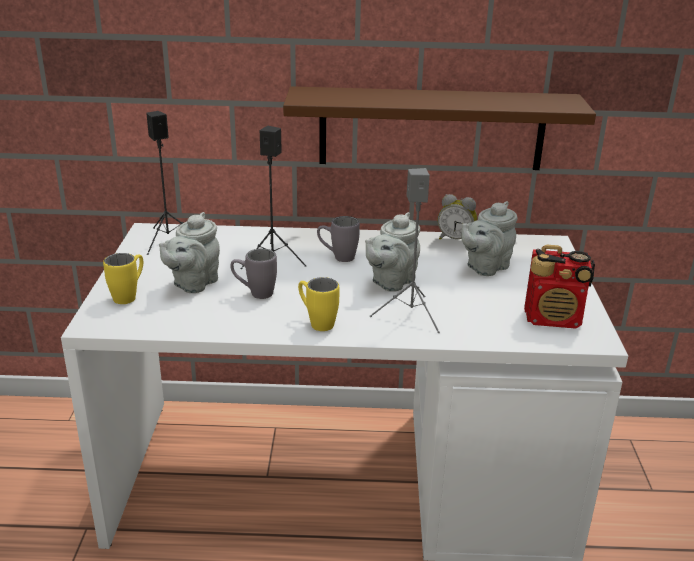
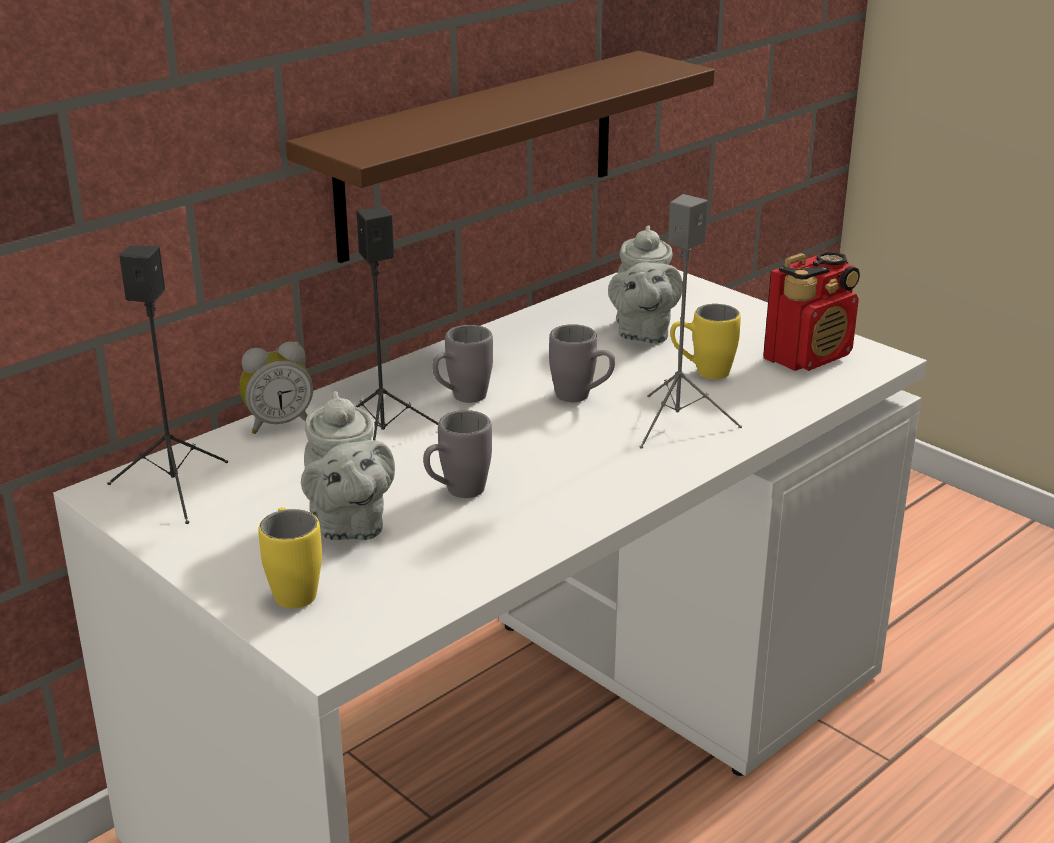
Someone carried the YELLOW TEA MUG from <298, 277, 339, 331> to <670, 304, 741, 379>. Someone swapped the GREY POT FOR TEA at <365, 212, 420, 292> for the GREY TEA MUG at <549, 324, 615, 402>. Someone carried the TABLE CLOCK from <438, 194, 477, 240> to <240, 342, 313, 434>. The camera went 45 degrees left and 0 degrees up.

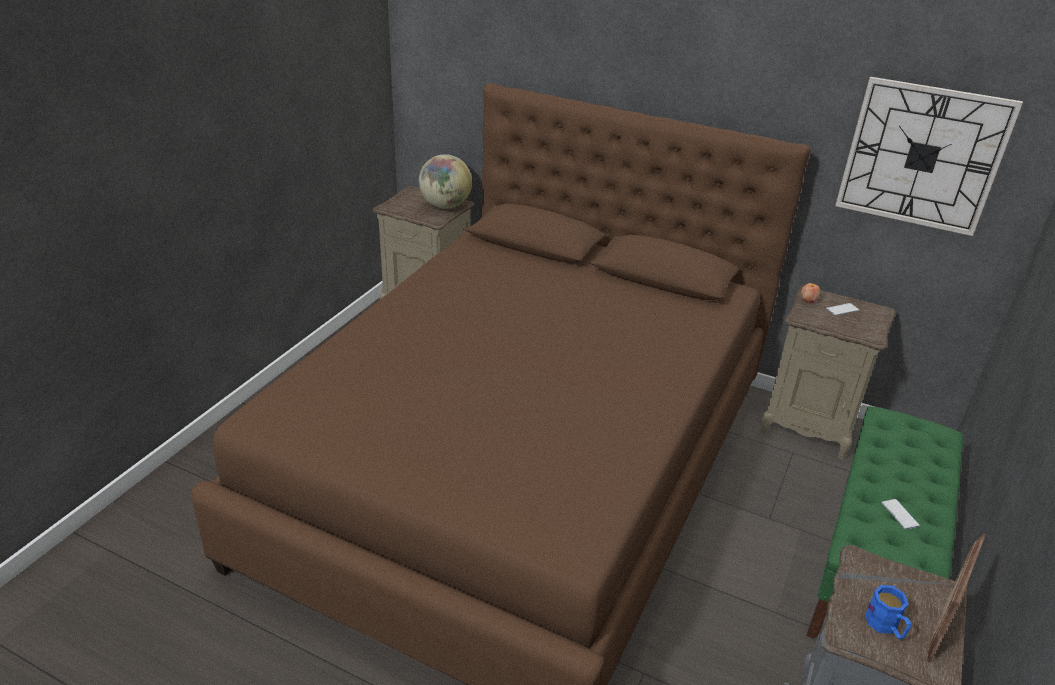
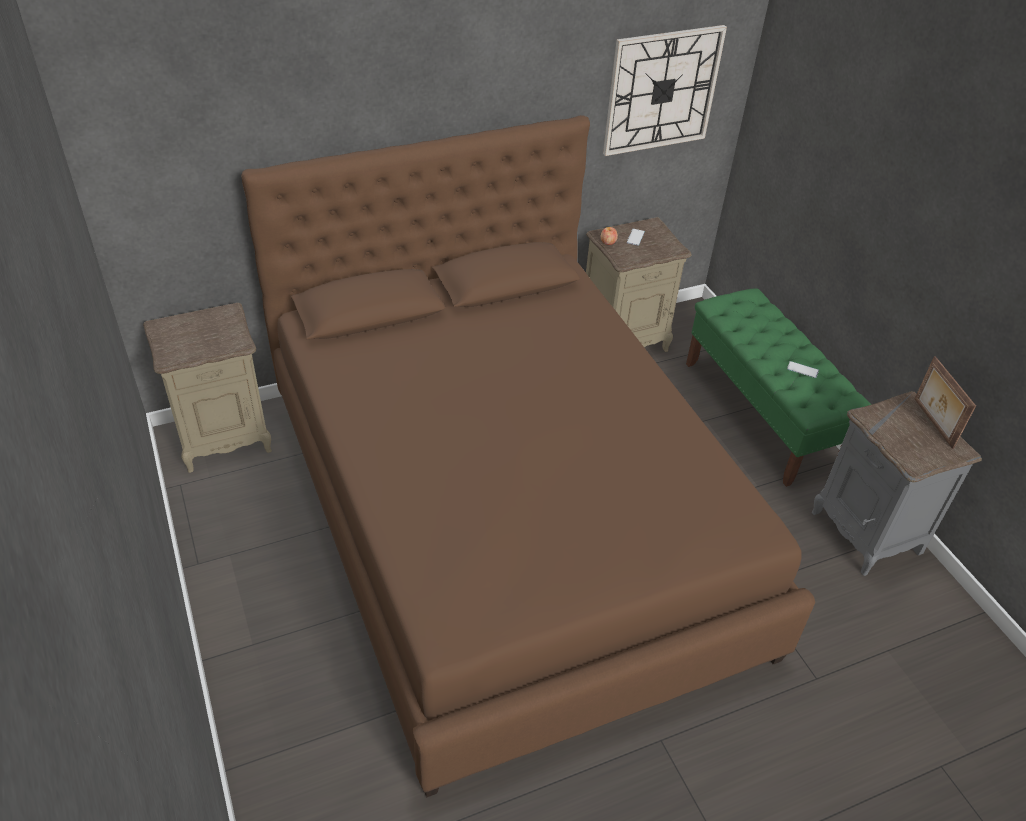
Someone took away the DESK GLOBE at <419, 154, 472, 209>. Someone took away the BLUISH TEA MUG at <865, 585, 911, 639>. The camera went 50 degrees left and 10 degrees up.

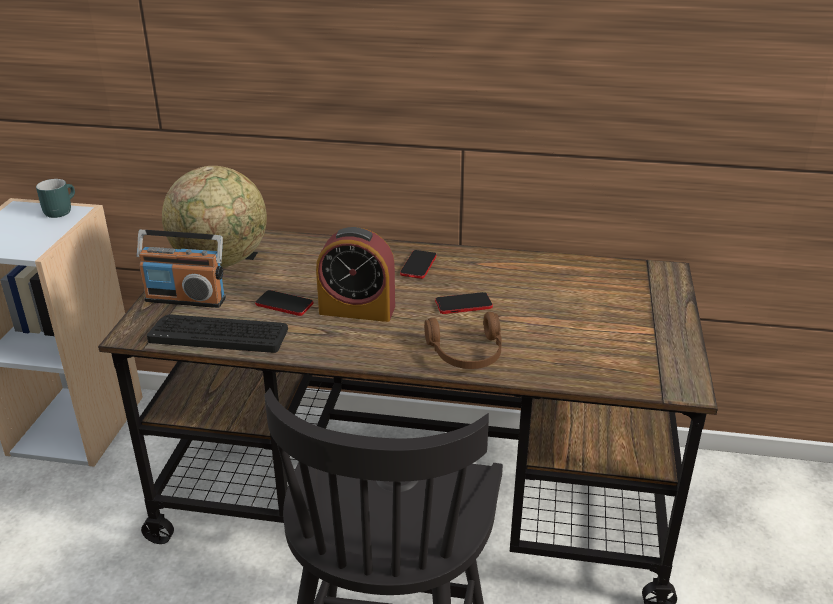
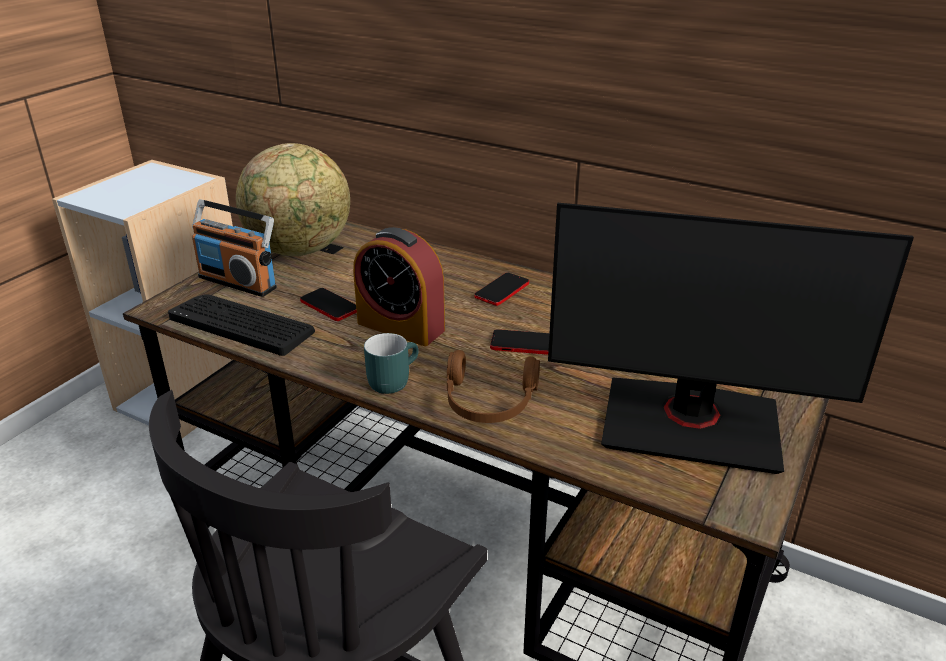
Someone carried the TURQUOISE-COLOURED TEA MUG from <36, 179, 75, 218> to <364, 333, 419, 394>. Someone put down the COMPUTER SCREEN at <548, 203, 914, 474>. The camera went 20 degrees right and 0 degrees up.

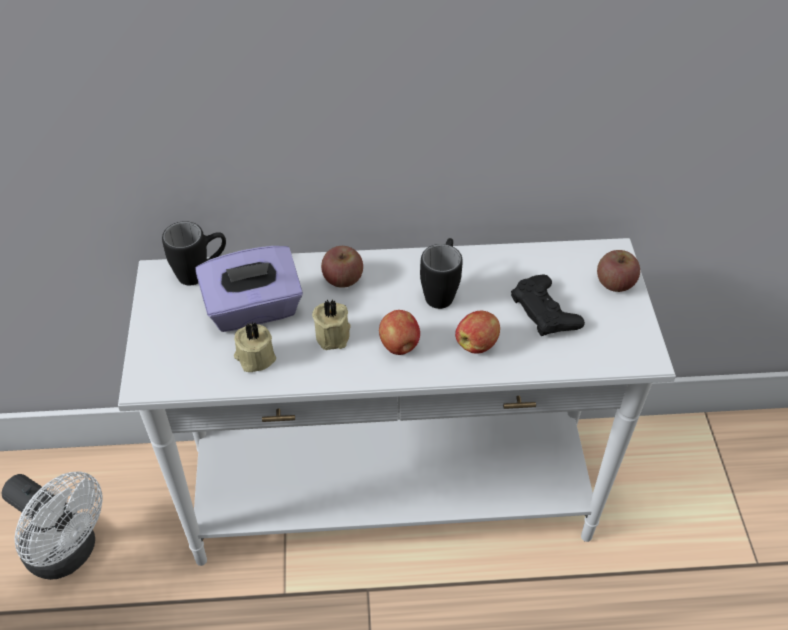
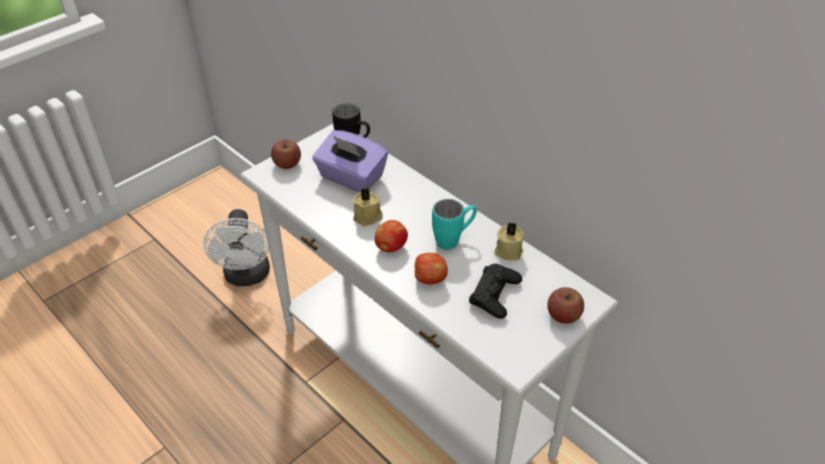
Someone carried the BEIGE-COLOURED CANDLE from <234, 322, 276, 372> to <494, 222, 524, 261>. Someone carried the APPLE from <321, 246, 363, 288> to <271, 140, 301, 169>. Someone repainted the BLACK TEA MUG at <420, 238, 463, 309>, which became the TURQUOISE-COLOURED TEA MUG at <432, 199, 477, 250>. The camera went 50 degrees right and 5 degrees down.

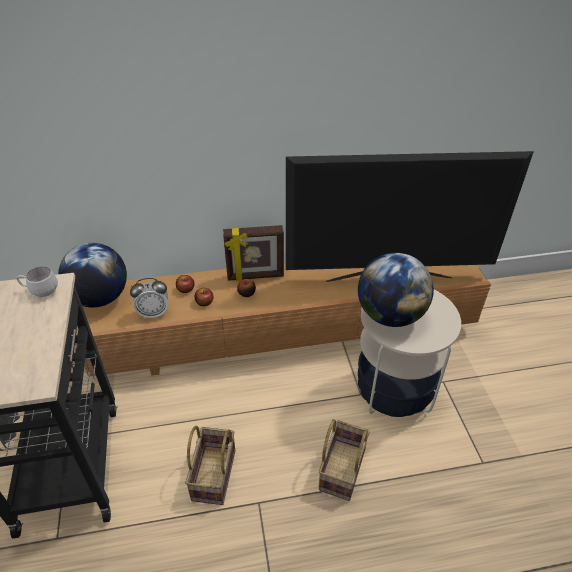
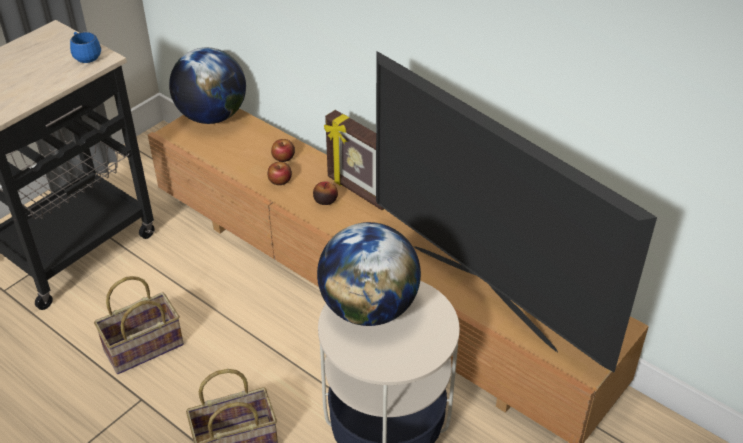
Someone repainted the WHITE-COLOURED TEA MUG at <16, 266, 58, 297>, which became the BLUISH TEA MUG at <70, 32, 101, 63>. Someone took away the TABLE CLOCK at <130, 278, 168, 319>. The camera went 50 degrees right and 0 degrees up.

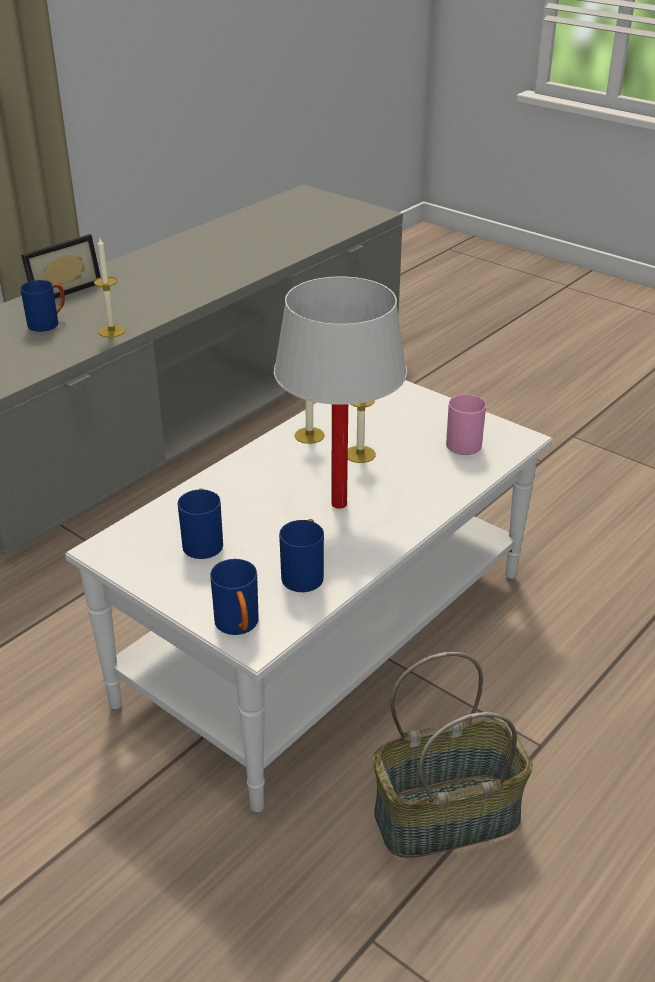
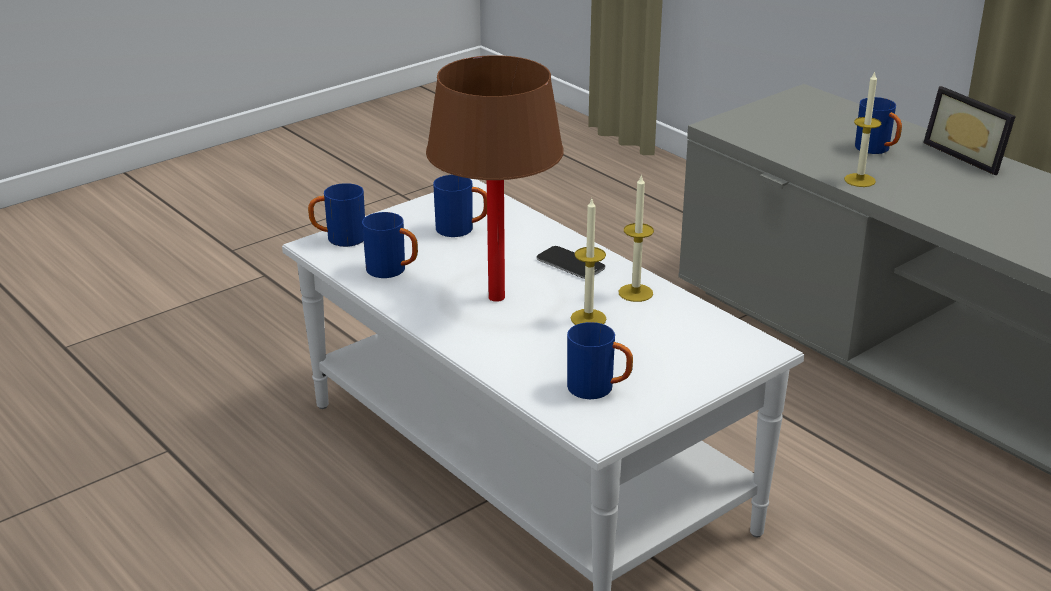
Someone repainted the WHITE-COLOURED TABLETOP LAMP at <274, 276, 407, 509>, which became the BROWN TABLETOP LAMP at <426, 55, 564, 302>. Someone took away the STORAGE BASKET at <373, 652, 533, 858>. Someone repainted the PINK-COLOURED TEA MUG at <446, 394, 486, 455>, which became the BLUISH TEA MUG at <567, 322, 633, 399>. Someone put down the PHONE at <536, 246, 605, 279>. The camera went 100 degrees right and 5 degrees down.

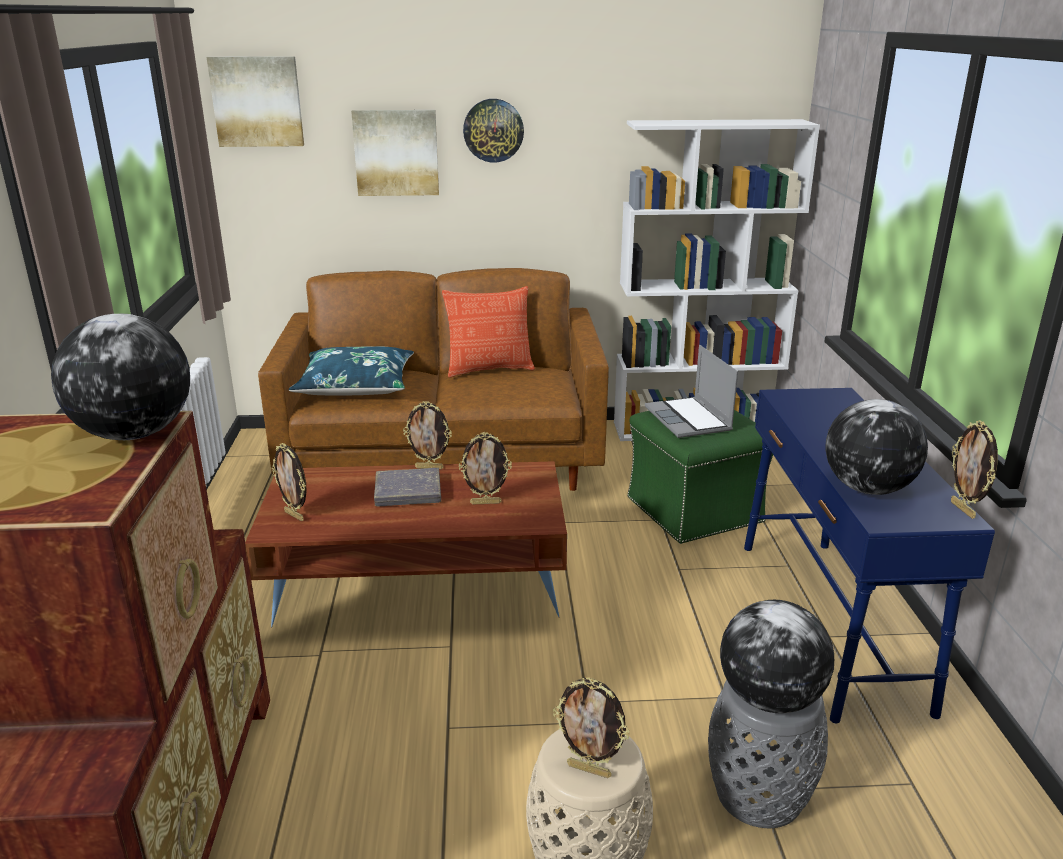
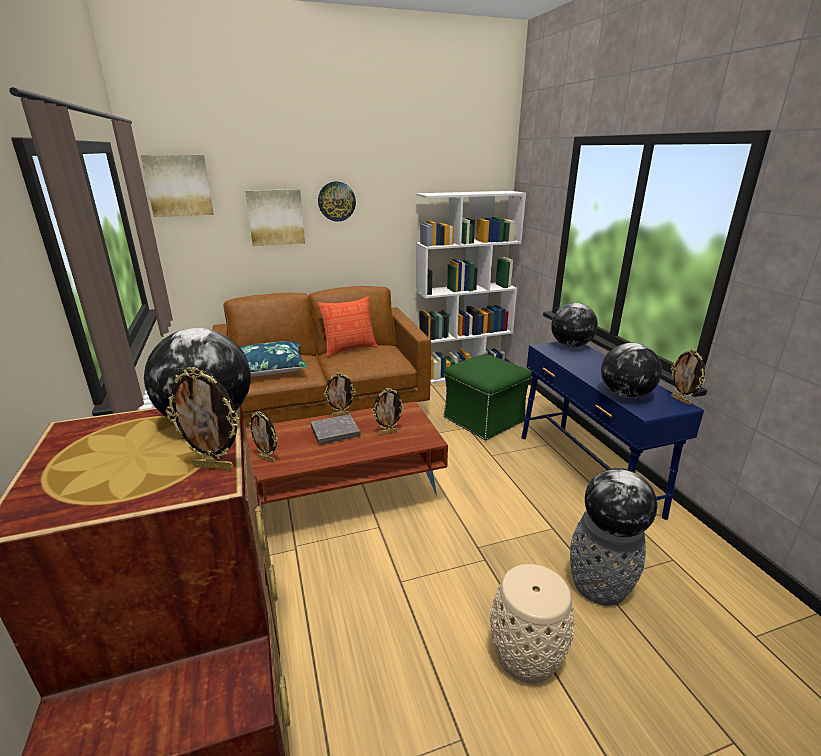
Someone carried the STANDING FRAME from <553, 677, 630, 778> to <166, 367, 239, 470>. Someone took away the NOTEBOOK COMPUTER at <645, 345, 738, 438>. Someone put down the DESK GLOBE at <551, 303, 598, 347>. The camera went 15 degrees left and 0 degrees up.

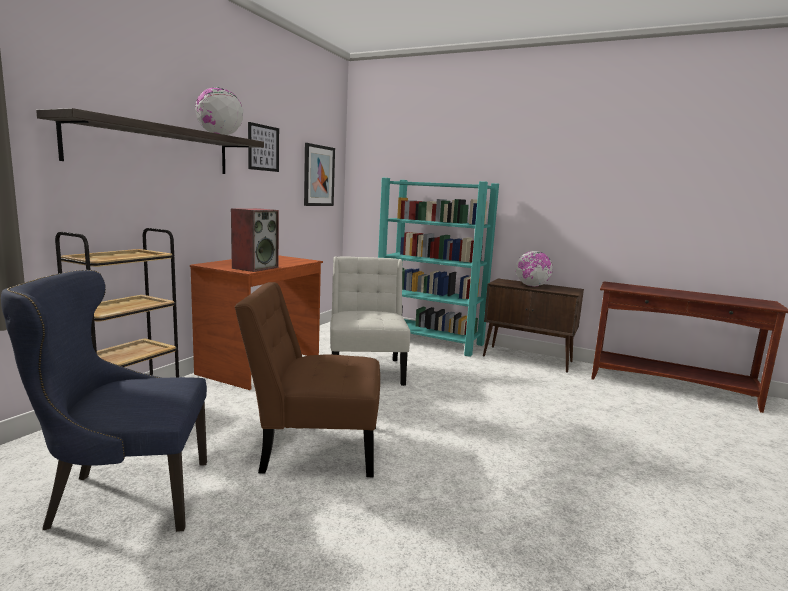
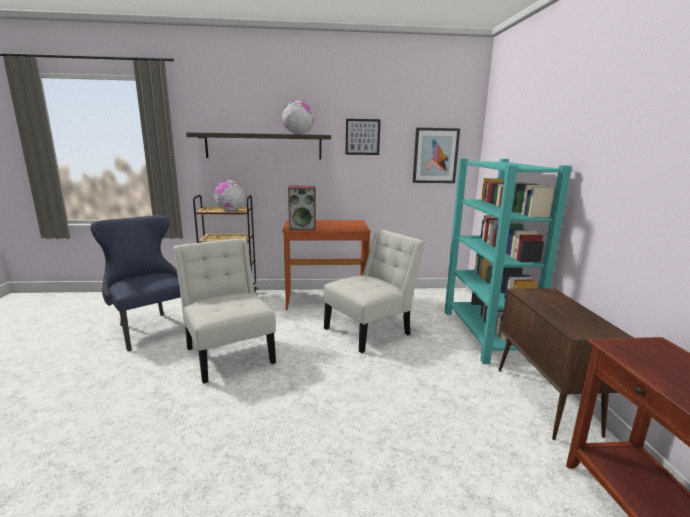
Someone repainted the BROWN CHAIR at <234, 282, 380, 477>, which became the WHITE-COLOURED CHAIR at <174, 238, 276, 384>. Someone carried the DESK GLOBE from <515, 251, 553, 287> to <214, 181, 245, 211>. The camera went 60 degrees right and 5 degrees up.

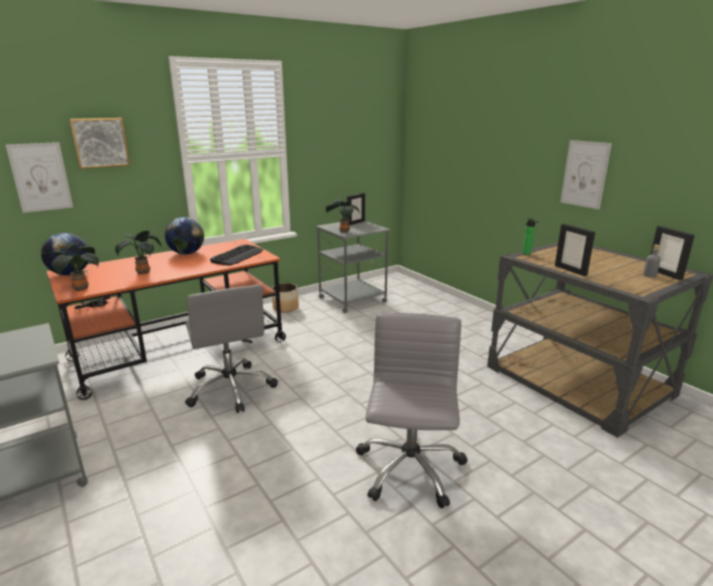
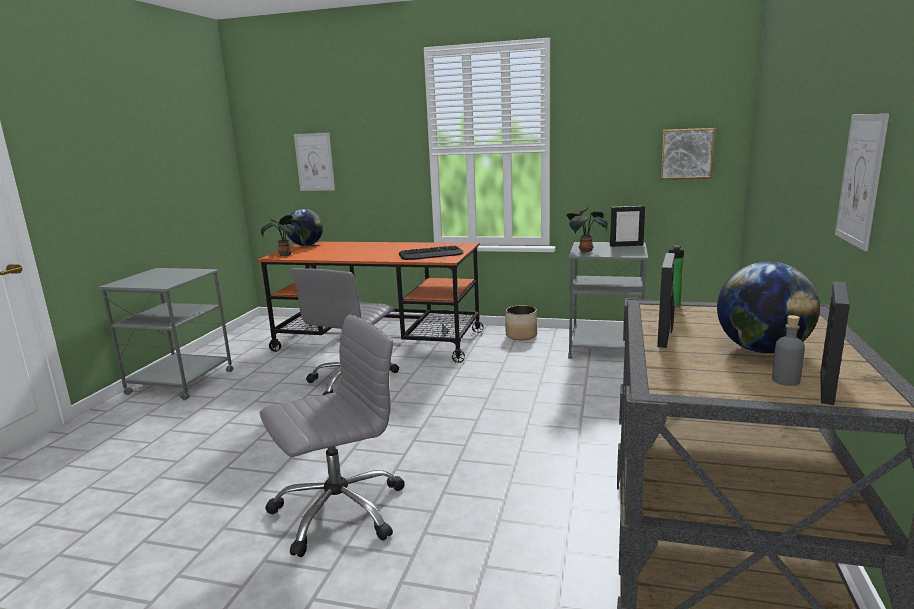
Someone carried the WALL ART from <69, 118, 130, 169> to <660, 128, 716, 179>. Someone took away the PLANT IN A POT at <115, 230, 162, 275>. Someone carried the DESK GLOBE from <165, 217, 204, 255> to <717, 262, 820, 353>. The camera went 50 degrees right and 5 degrees down.

